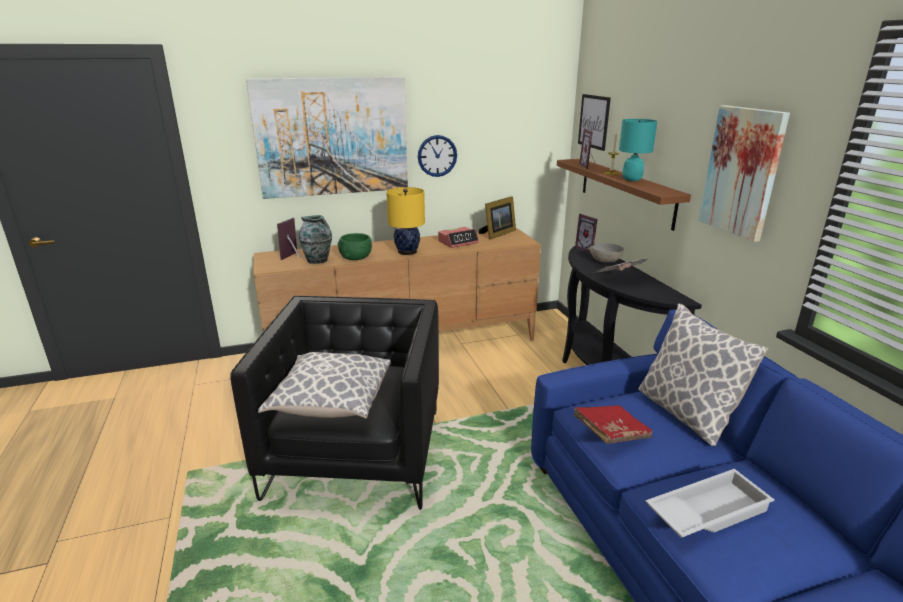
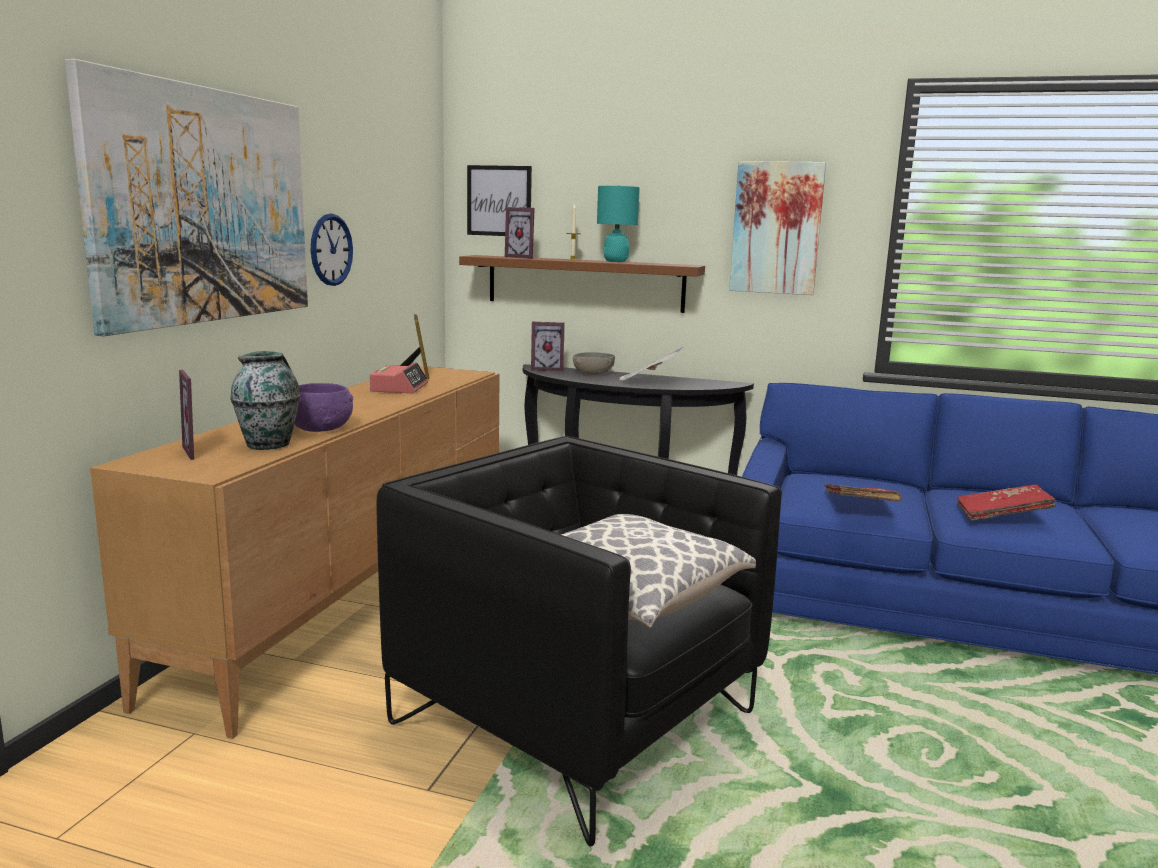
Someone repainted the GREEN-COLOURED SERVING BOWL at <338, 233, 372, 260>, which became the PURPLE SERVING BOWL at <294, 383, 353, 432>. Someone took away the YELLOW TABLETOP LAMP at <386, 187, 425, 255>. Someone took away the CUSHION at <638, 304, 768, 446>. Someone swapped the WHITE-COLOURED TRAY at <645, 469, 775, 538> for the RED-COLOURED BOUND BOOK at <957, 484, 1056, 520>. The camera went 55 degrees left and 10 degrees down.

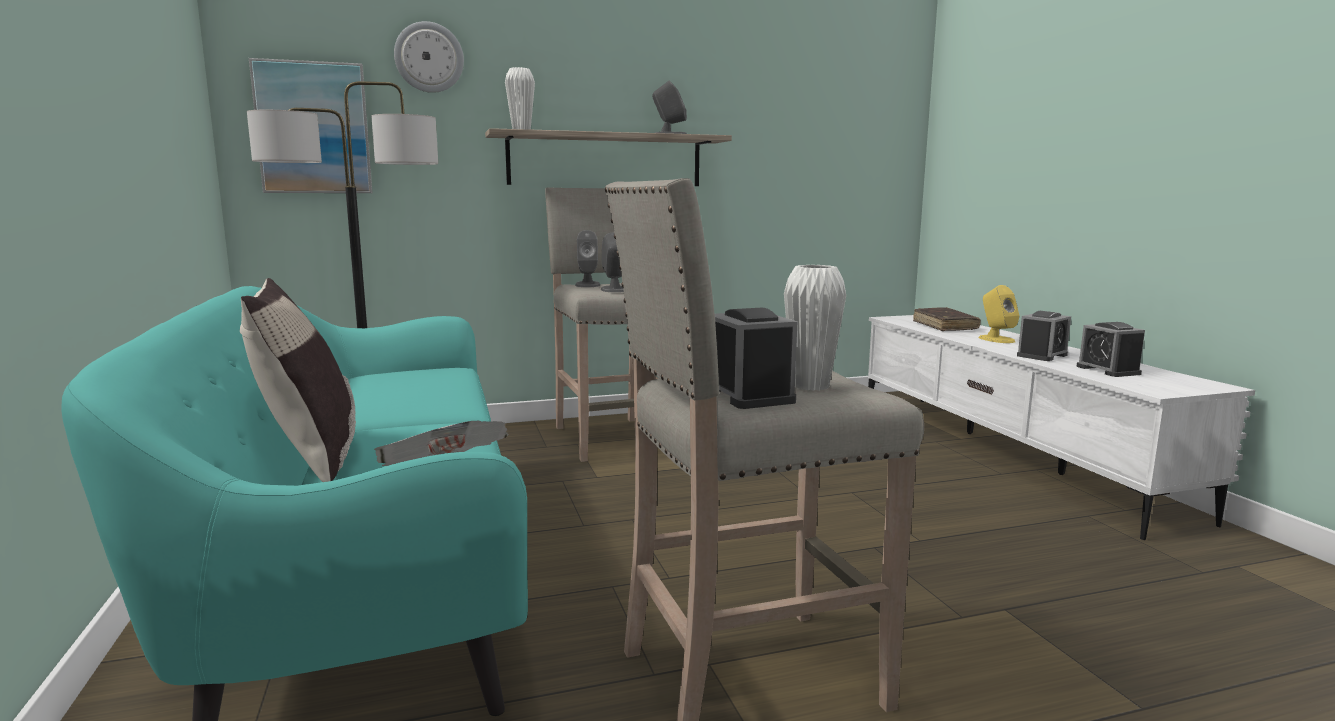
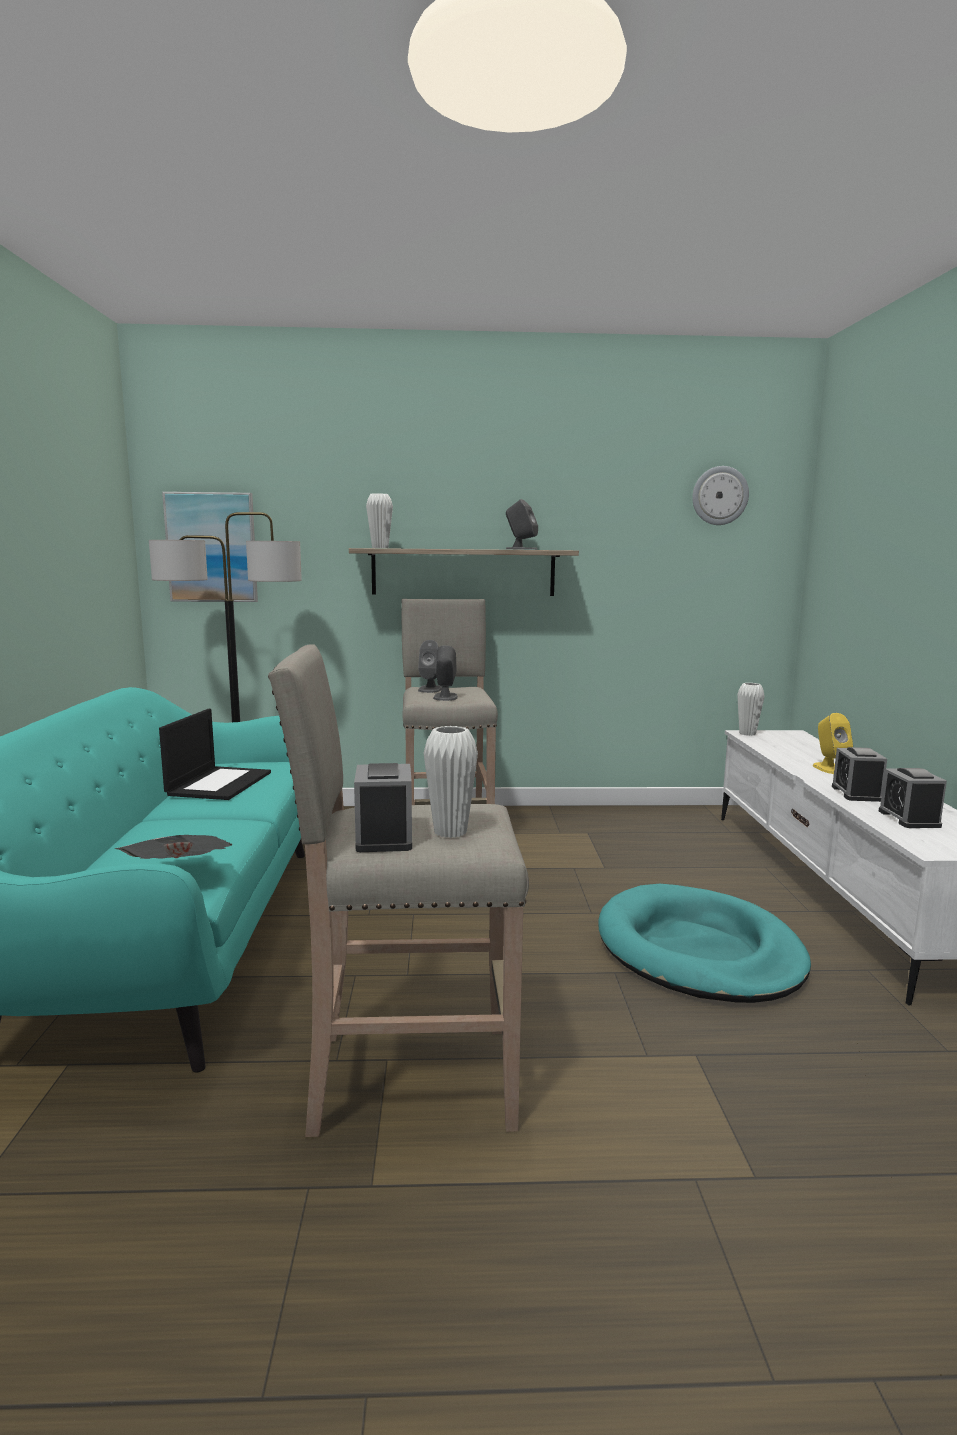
Someone took away the CUSHION at <240, 278, 356, 482>. Someone carried the CLOCK ON THE WALL from <394, 21, 464, 93> to <692, 466, 749, 525>. Someone took away the BROWN BOUND BOOK at <913, 307, 981, 331>. Someone rotated the TABLE CLOCK at <1017, 311, 1071, 361> by 120 degrees clockwise. Someone put down the NOTEBOOK COMPUTER at <159, 709, 271, 800>. Someone put down the TURQUOISE-COLOURED DOG CUSHION at <598, 884, 811, 1003>. Someone put down the WHITE-COLOURED VASE at <737, 683, 765, 736>. The camera went 15 degrees right and 0 degrees up.

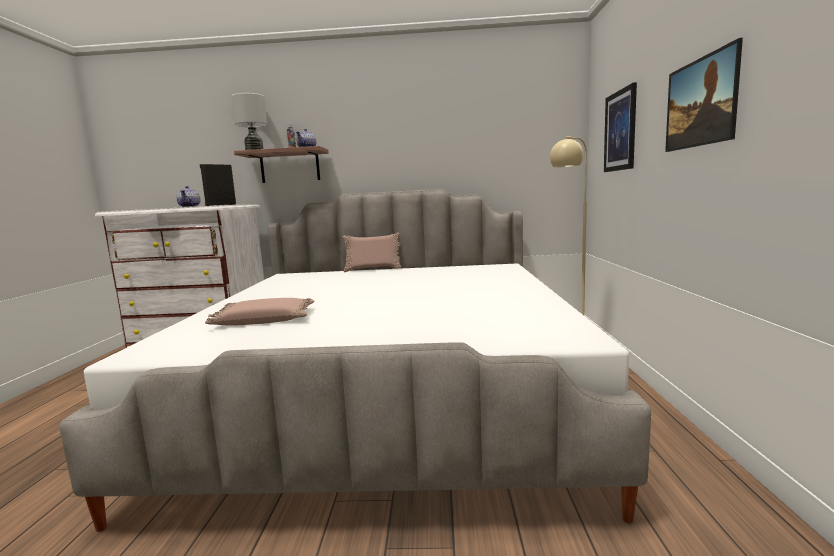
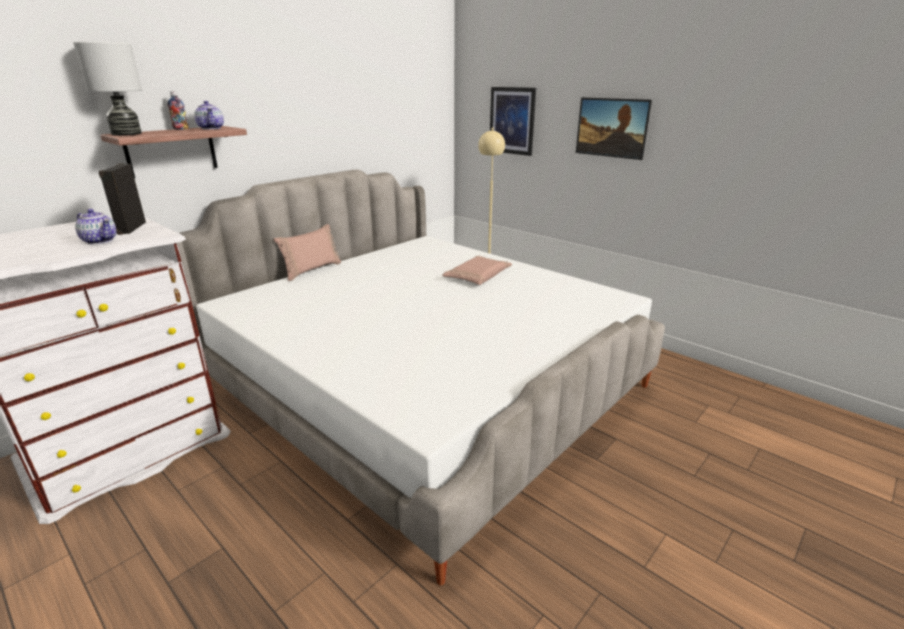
Someone carried the BEIGE-COLOURED CUSHION from <205, 298, 314, 326> to <442, 256, 512, 285>. The camera went 50 degrees left and 15 degrees up.

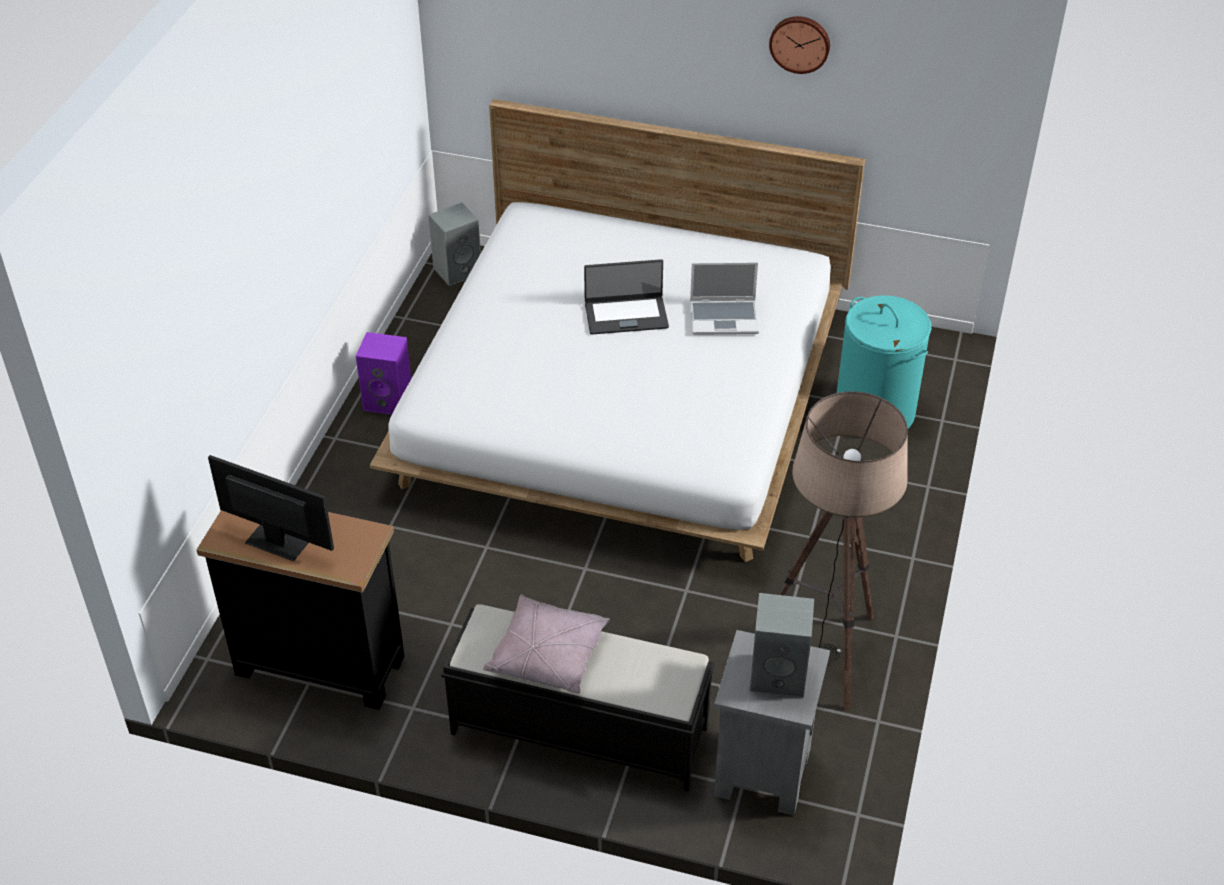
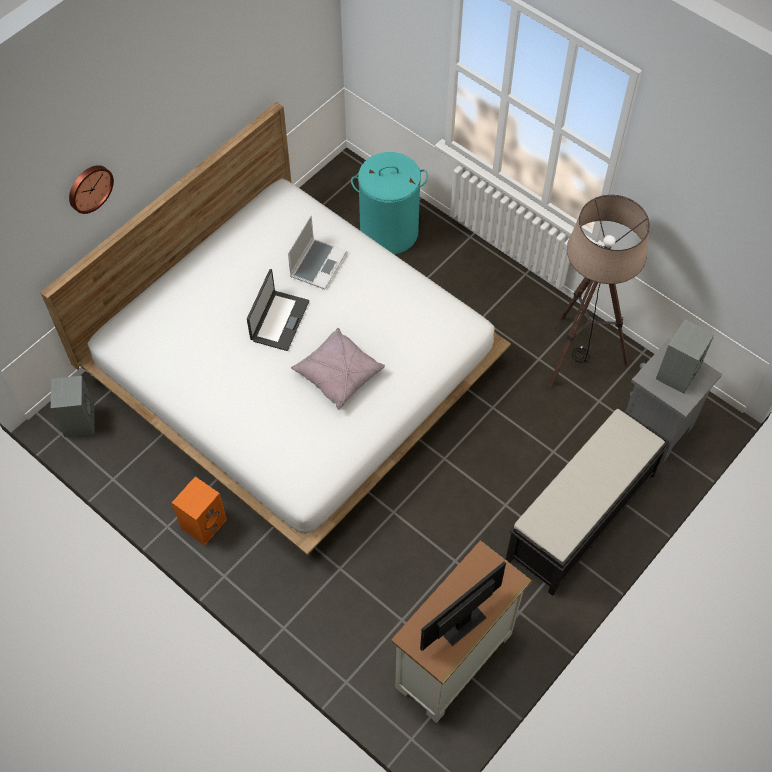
Someone repainted the BLACK DRAWER CHEST at <197, 510, 405, 710>, which became the WHITE-COLOURED DRAWER CHEST at <391, 540, 532, 723>. Someone repainted the PURPLE LOUDSPEAKER at <356, 332, 411, 415>, which became the ORANGEY LOUDSPEAKER at <172, 476, 227, 545>. Someone carried the PURPLE CUSHION from <483, 594, 610, 693> to <291, 328, 385, 410>. Someone carried the CLOCK ON THE WALL from <769, 16, 830, 74> to <69, 165, 114, 214>. The camera went 65 degrees left and 15 degrees up.

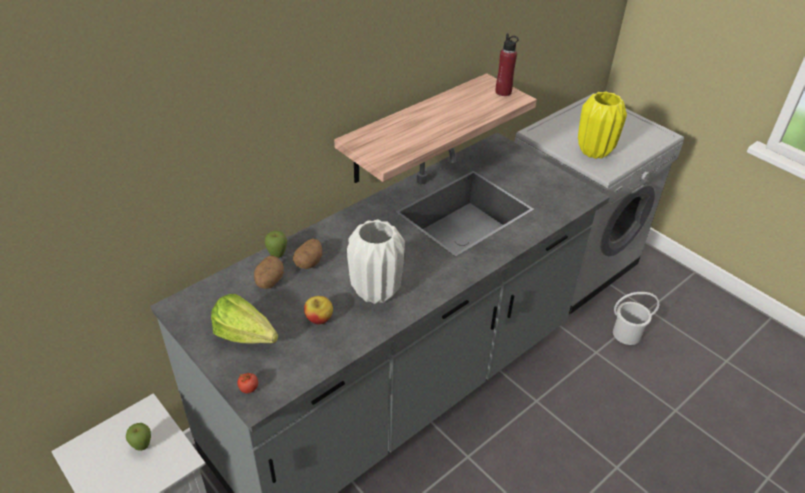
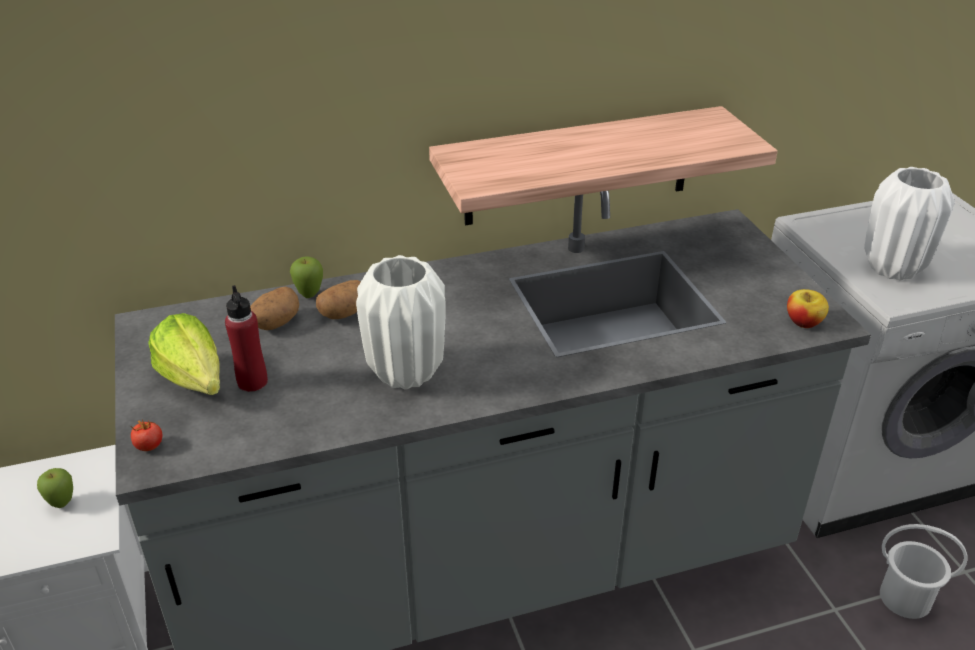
Someone carried the APPLE from <304, 296, 333, 325> to <787, 289, 829, 328>. Someone carried the RED-COLOURED DRINK BOTTLE from <495, 33, 519, 96> to <225, 285, 268, 392>. Someone repainted the YELLOW VASE at <578, 91, 627, 159>, which became the WHITE-COLOURED VASE at <864, 167, 955, 280>. The camera went 25 degrees right and 5 degrees down.

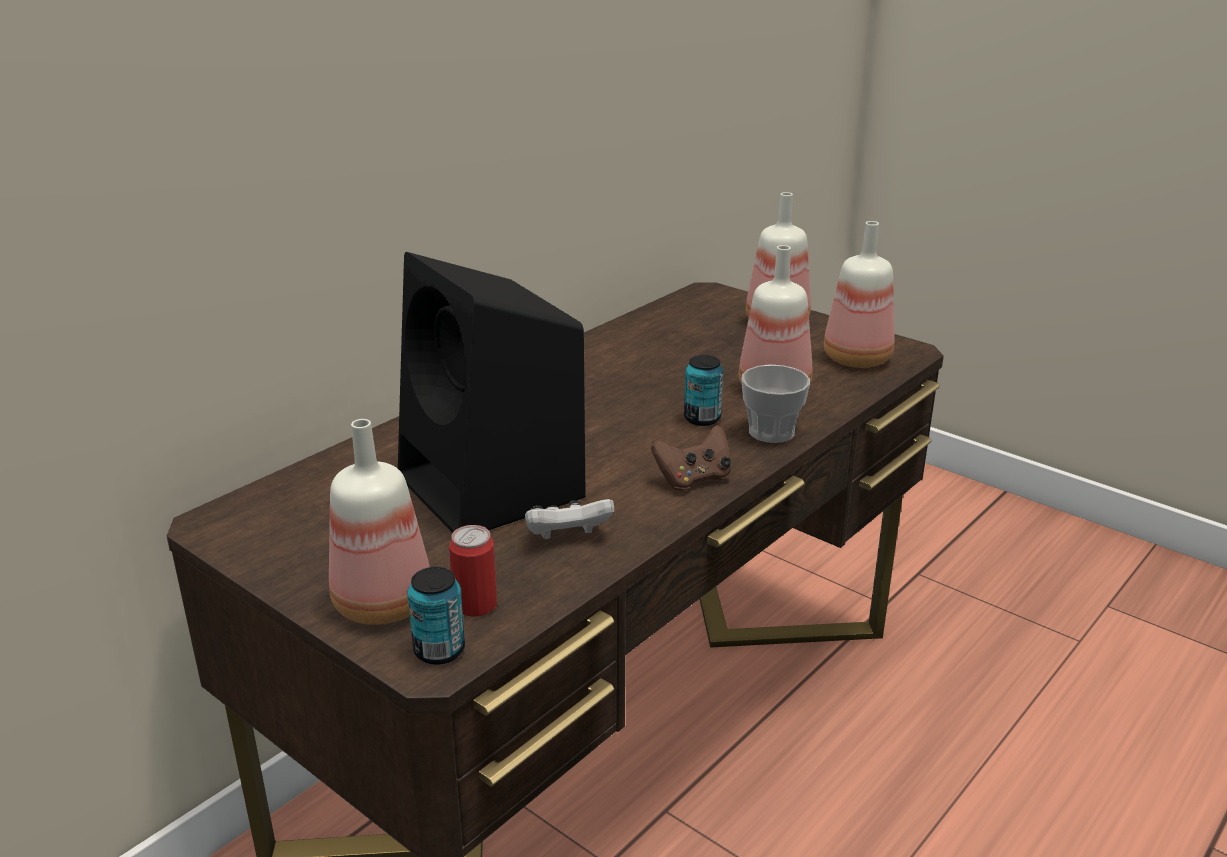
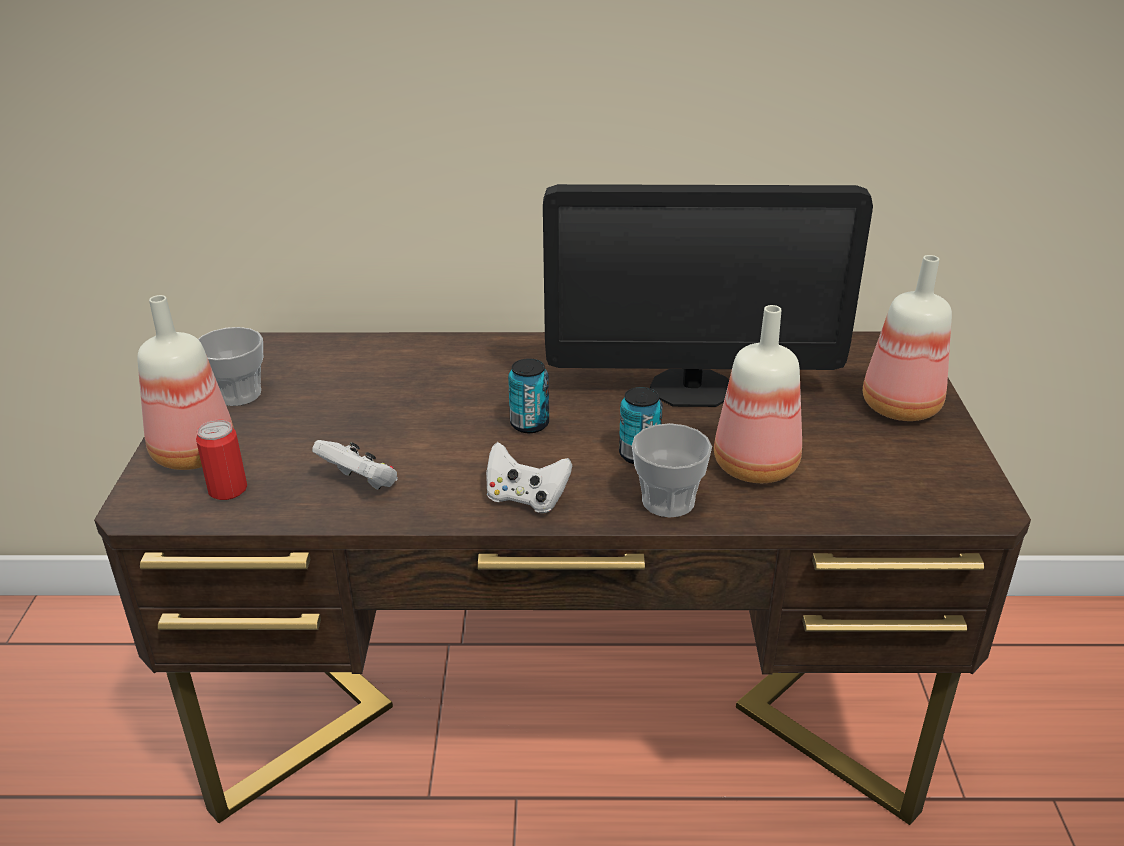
Someone took away the BLACK LOUDSPEAKER at <398, 252, 586, 533>. Someone carried the CAN from <407, 567, 465, 665> to <508, 359, 549, 433>. Someone repainted the BROWN JOYPAD at <651, 425, 731, 491>, which became the WHITE-COLOURED JOYPAD at <486, 442, 572, 513>. Someone took away the DRINK BOTTLE at <824, 221, 895, 368>. Someone put down the DRINKING CUP at <198, 327, 263, 406>. Someone put down the COMPUTER SCREEN at <543, 184, 873, 407>. The camera went 50 degrees right and 5 degrees up.

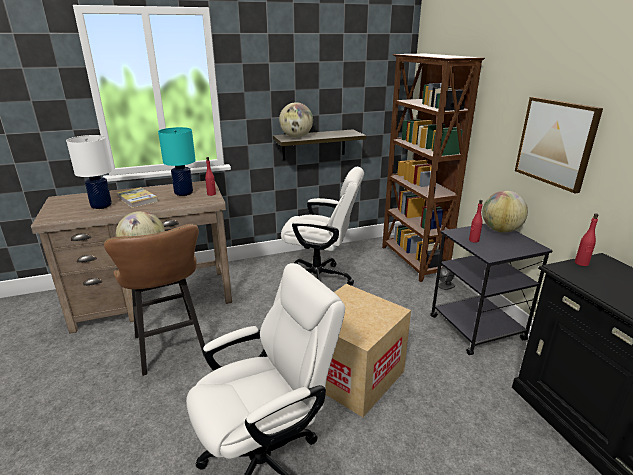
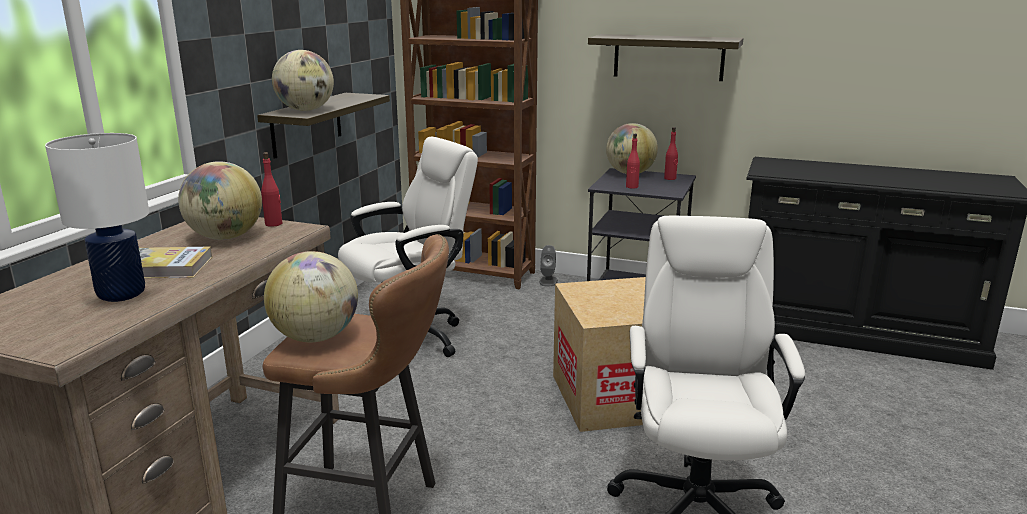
Someone swapped the TURQUOISE-COLOURED TABLETOP LAMP at <158, 127, 196, 196> for the DESK GLOBE at <178, 161, 262, 240>. Someone swapped the WALL ART at <515, 97, 603, 194> for the SHELF at <588, 34, 744, 81>. Someone carried the RED-COLOURED DRINK BOTTLE from <575, 213, 598, 266> to <664, 127, 678, 180>. The camera went 50 degrees left and 5 degrees down.

